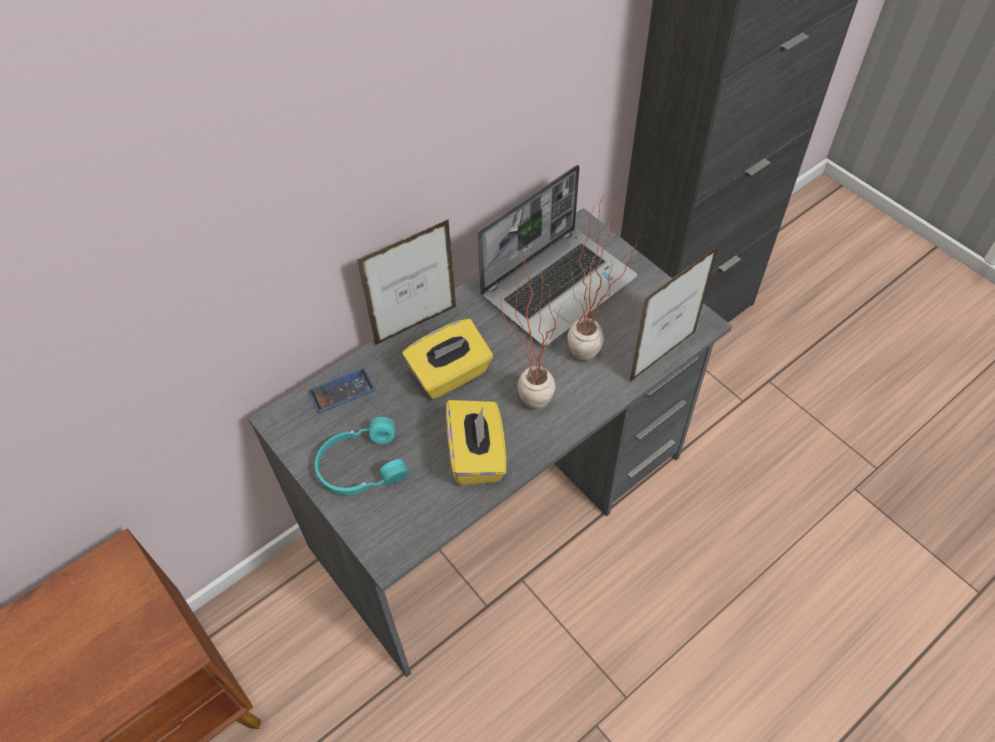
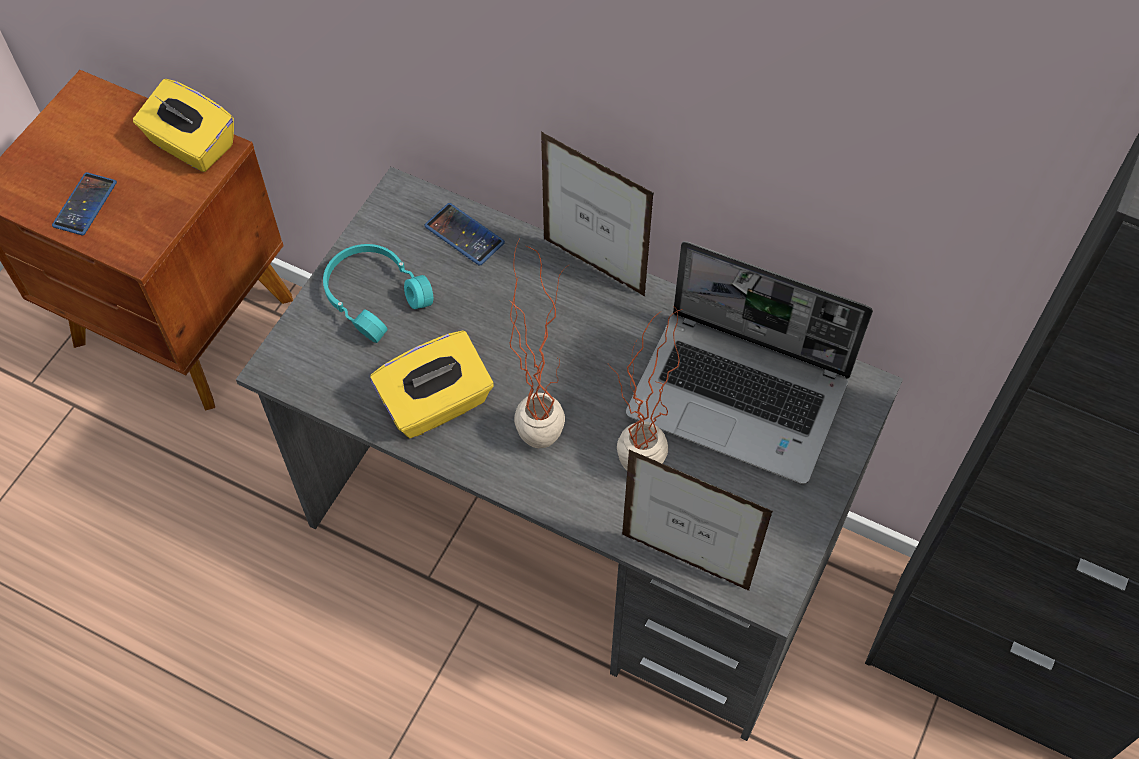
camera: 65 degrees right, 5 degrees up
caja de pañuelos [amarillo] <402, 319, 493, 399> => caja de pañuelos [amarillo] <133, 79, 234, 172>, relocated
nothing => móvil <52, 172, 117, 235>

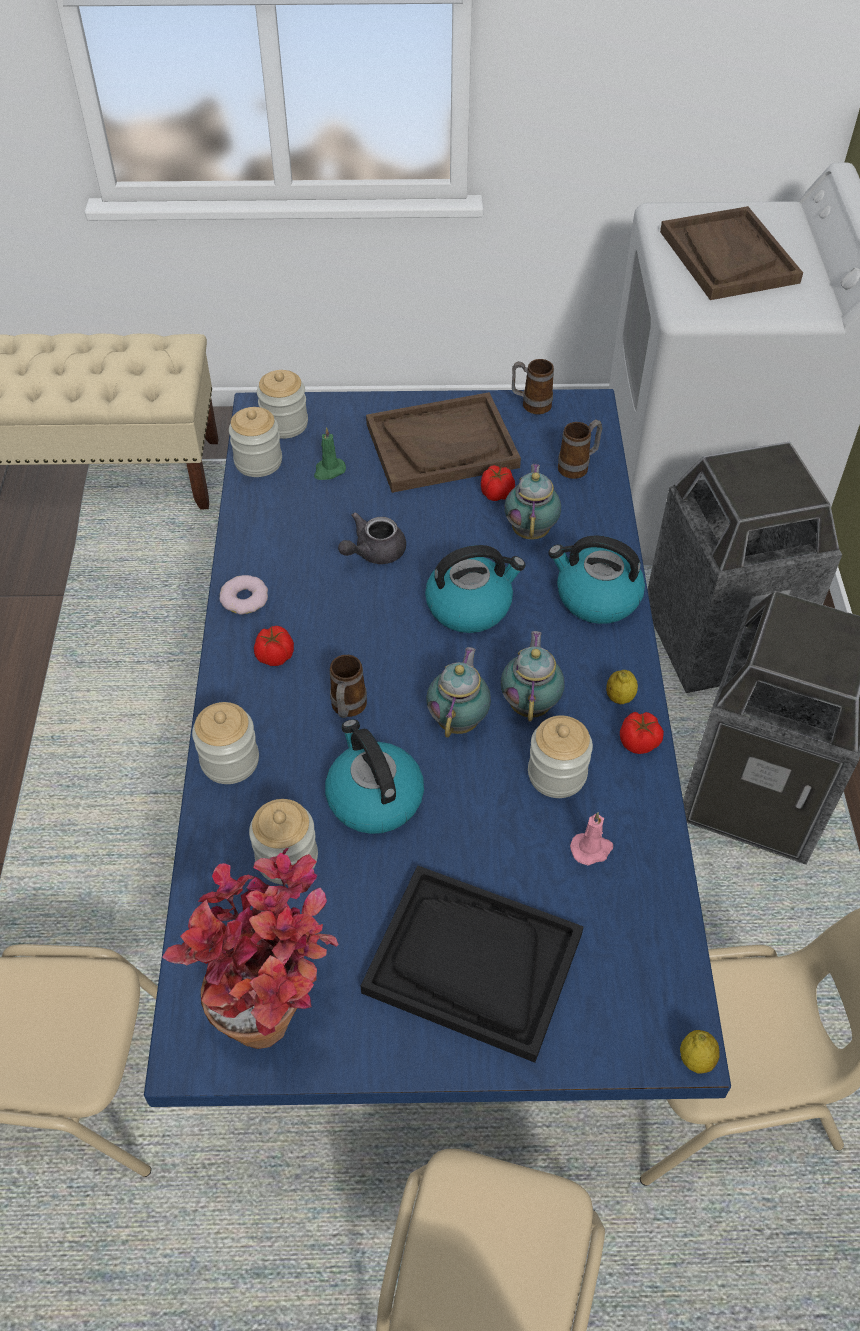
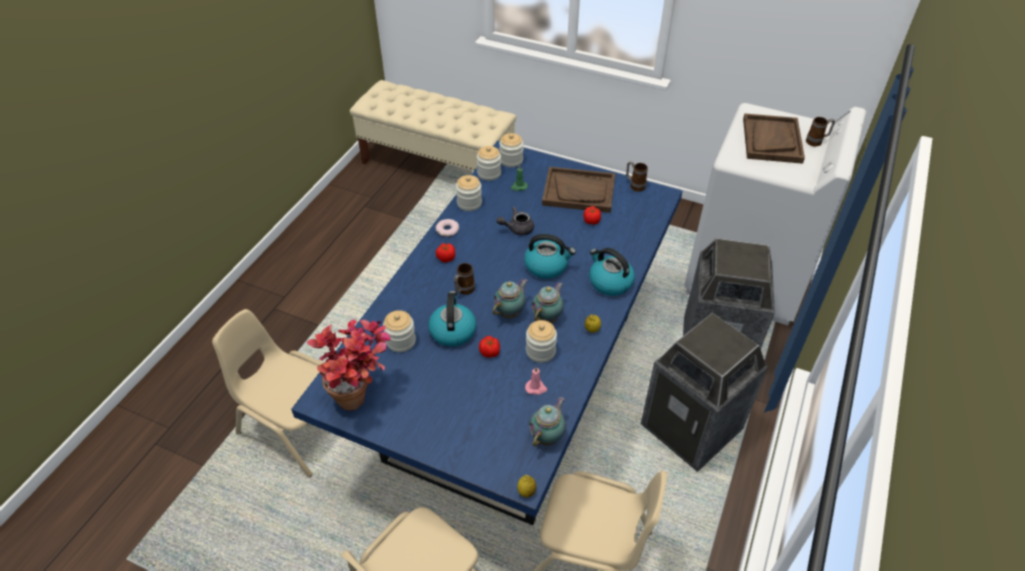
camera: 25 degrees right, 5 degrees down
tarro <192, 702, 259, 784> => tarro <456, 175, 482, 211>, relocated
bandeja [negro] <361, 865, 584, 1063> => nothing
tetera <504, 463, 561, 539> => tetera <529, 397, 566, 446>, relocated
taza grande <558, 419, 602, 479> => taza grande <806, 117, 835, 146>, relocated
tomate <620, 712, 664, 754> => tomate <479, 336, 500, 358>, relocated

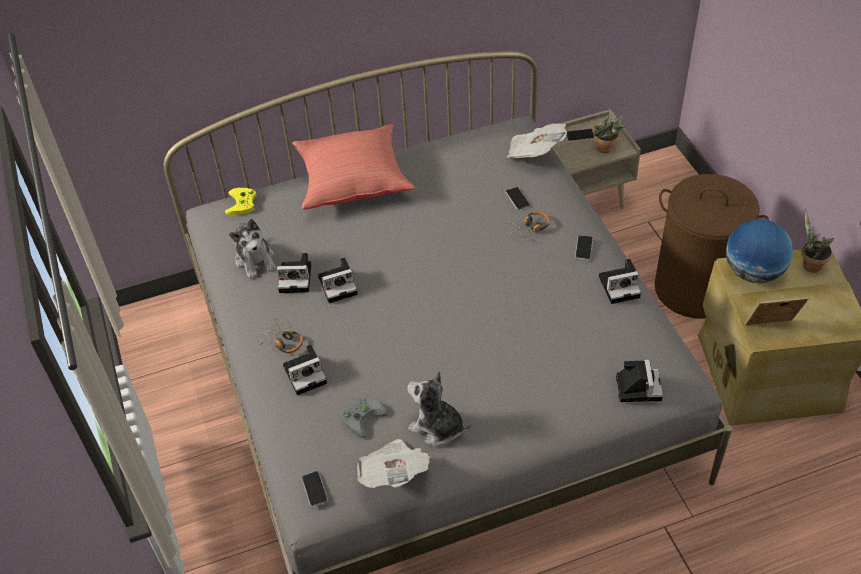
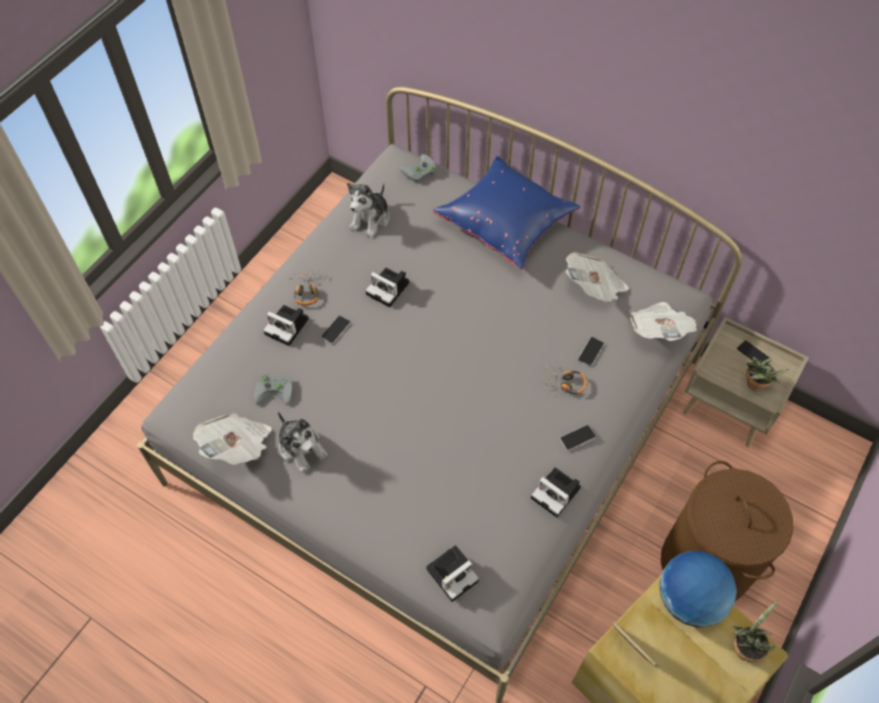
camera: 50 degrees right, 10 degrees up
mando de consola [amarillo] <225, 188, 257, 215> => mando de consola [gris] <400, 154, 436, 183>
cámara <276, 253, 311, 293> => nothing
cojín [rojo] <292, 124, 415, 210> => cojín [azul] <433, 156, 581, 270>
móvil <302, 471, 328, 507> => móvil <321, 315, 351, 344>, relocated
peluche <407, 371, 471, 446> => peluche <278, 411, 327, 473>, 150 degrees clockwise
nothing => periódico <565, 252, 629, 303>

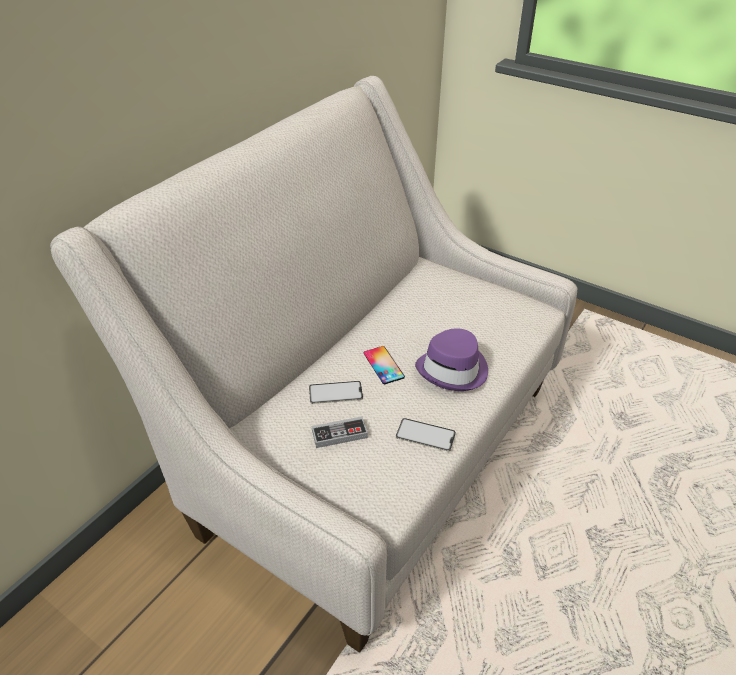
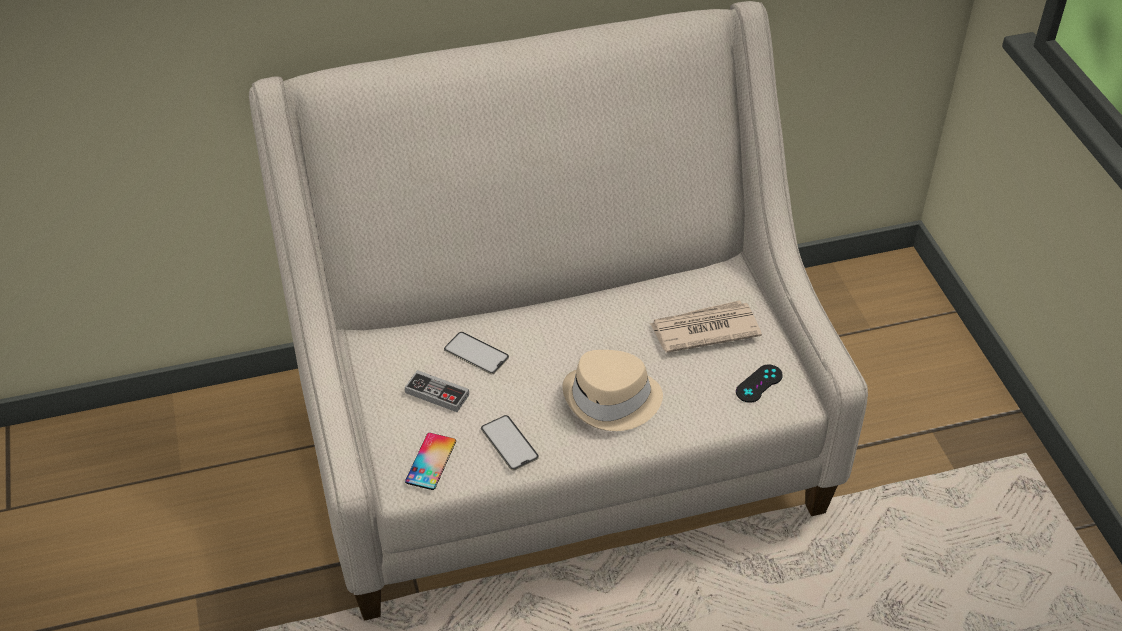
camera: 40 degrees right, 5 degrees up
móvil <364, 346, 405, 384> => móvil <405, 433, 456, 490>, relocated
sombrero [morado] <415, 328, 488, 391> => sombrero [beis] <562, 350, 663, 431>
nothing => periódico <650, 300, 762, 353>
nothing => mando de consola [negro] <736, 364, 783, 403>

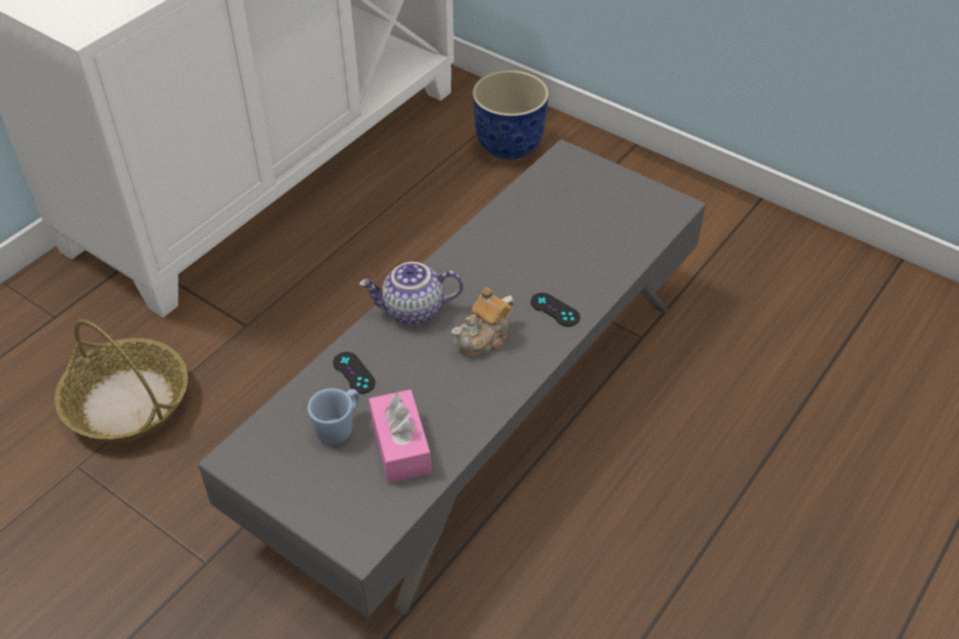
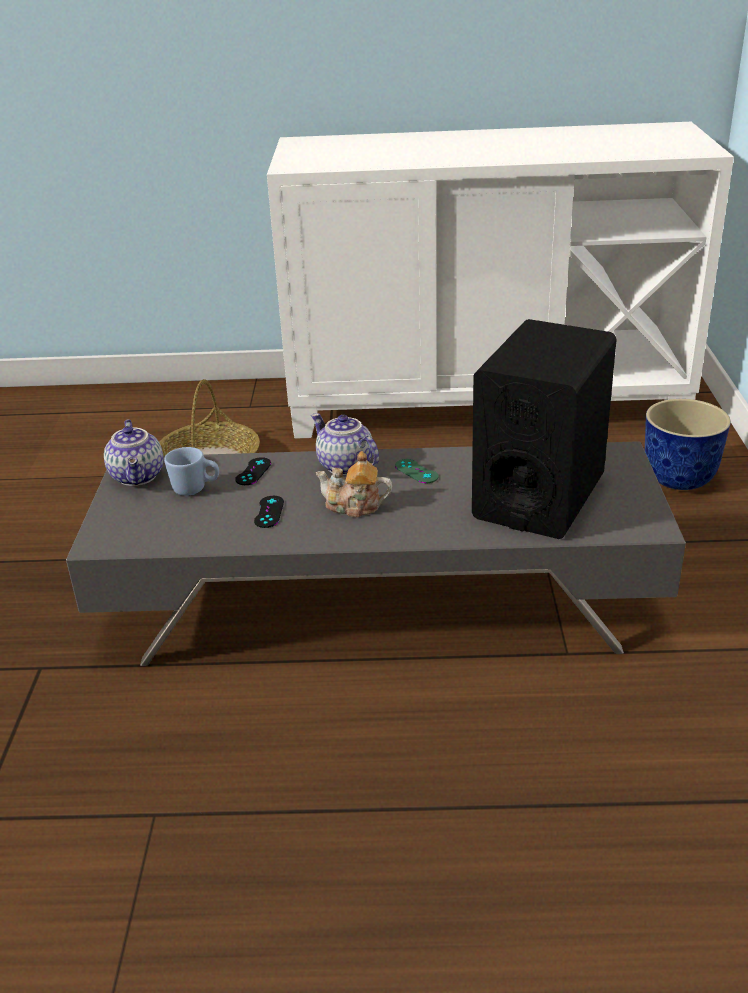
camera: 55 degrees right, 15 degrees down
caja de pañuelos [rosa] <369, 390, 431, 483> => nothing
mando de consola [negro] <531, 293, 580, 326> => mando de consola [negro] <254, 496, 284, 528>, relocated
nothing => tetera <104, 420, 163, 486>
nothing => mando de consola [verde] <395, 459, 438, 483>
nothing => altavoz [negro] <472, 319, 617, 539>

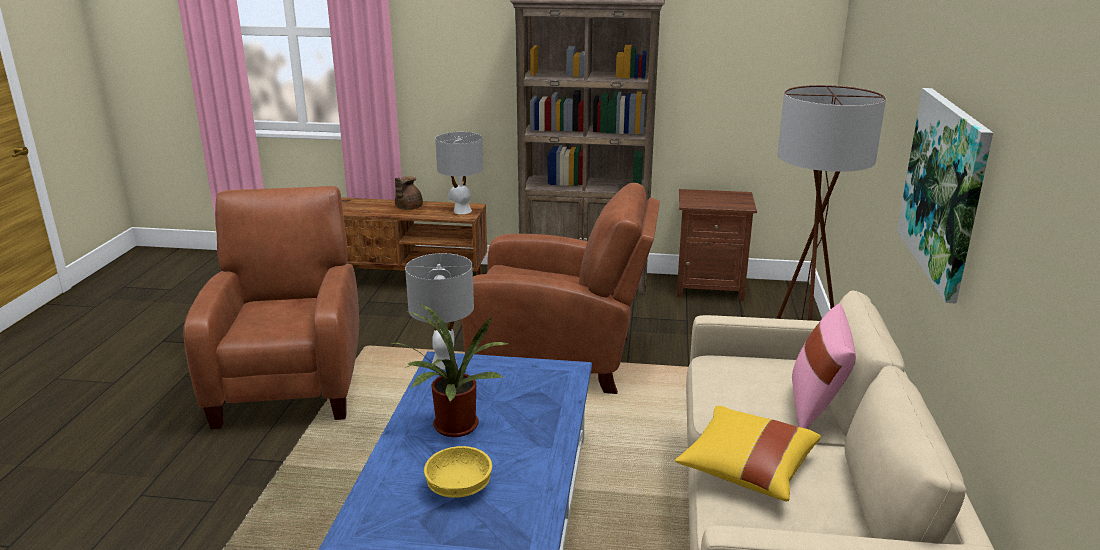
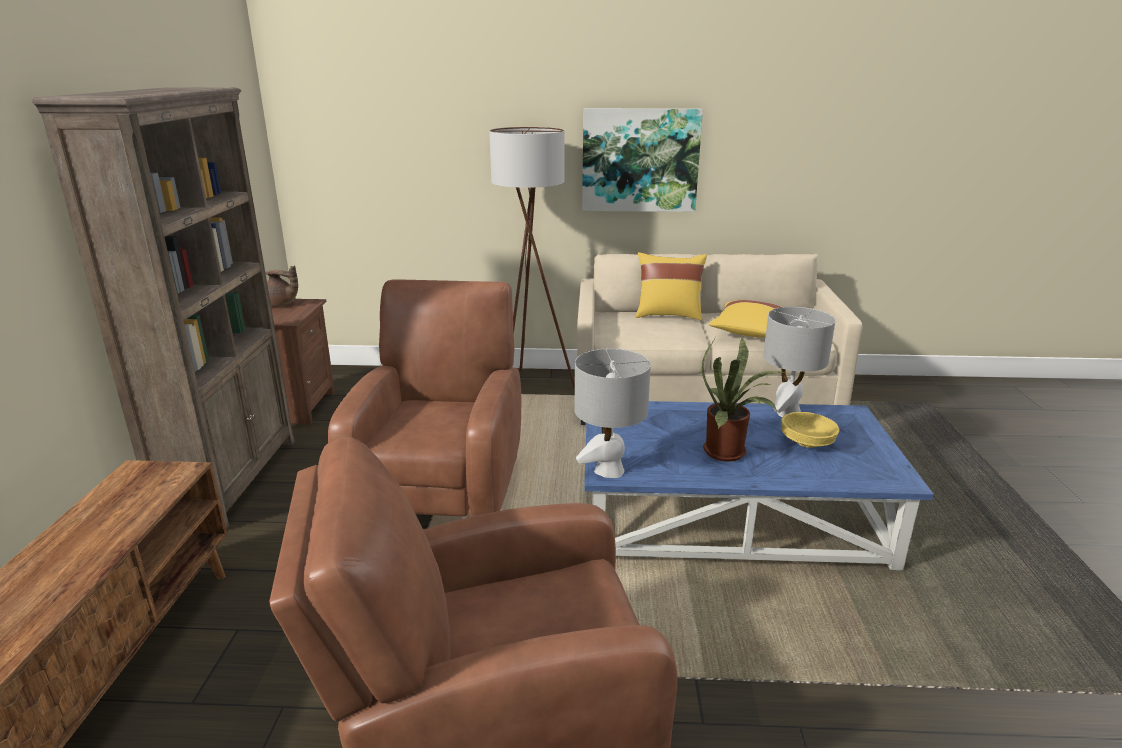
camera: 95 degrees left, 0 degrees up
tetera [marrón] <395, 176, 423, 210> => tetera [marrón] <265, 265, 298, 306>, relocated
lámpara de mesa [gris] <435, 132, 483, 214> => lámpara de mesa [gris] <763, 307, 836, 417>, relocated
cojín [rosa] <792, 304, 856, 429> => cojín [amarillo] <636, 252, 707, 320>

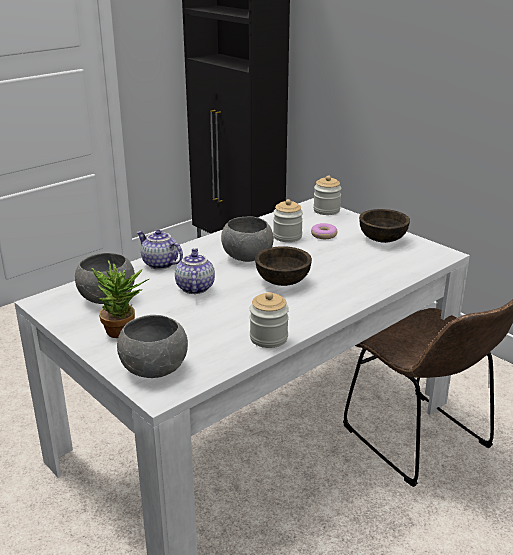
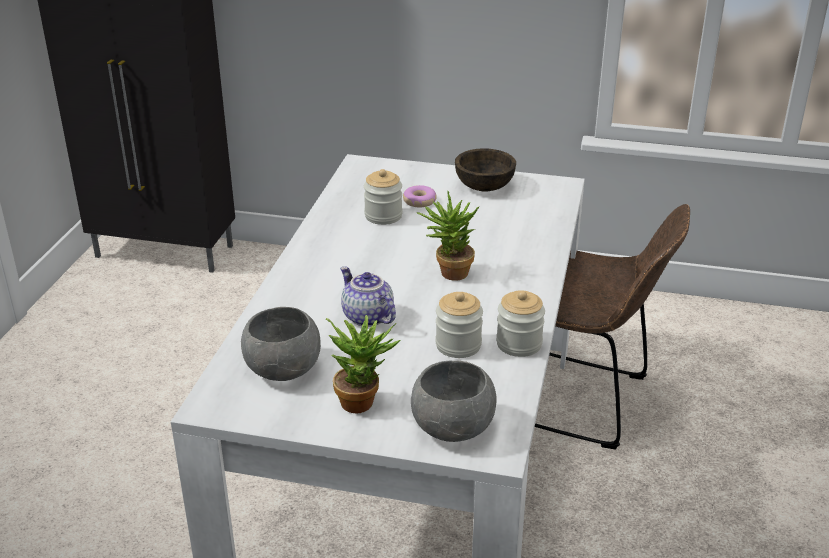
camera: 35 degrees left, 5 degrees up
tetera <137, 230, 183, 270> => nothing
cuenco [gris] <221, 216, 274, 262> => nothing
cuenco [marrón] <255, 246, 312, 286> => planta en maceta <416, 191, 480, 281>
tarro <313, 175, 342, 215> => tarro <435, 292, 483, 358>, relocated

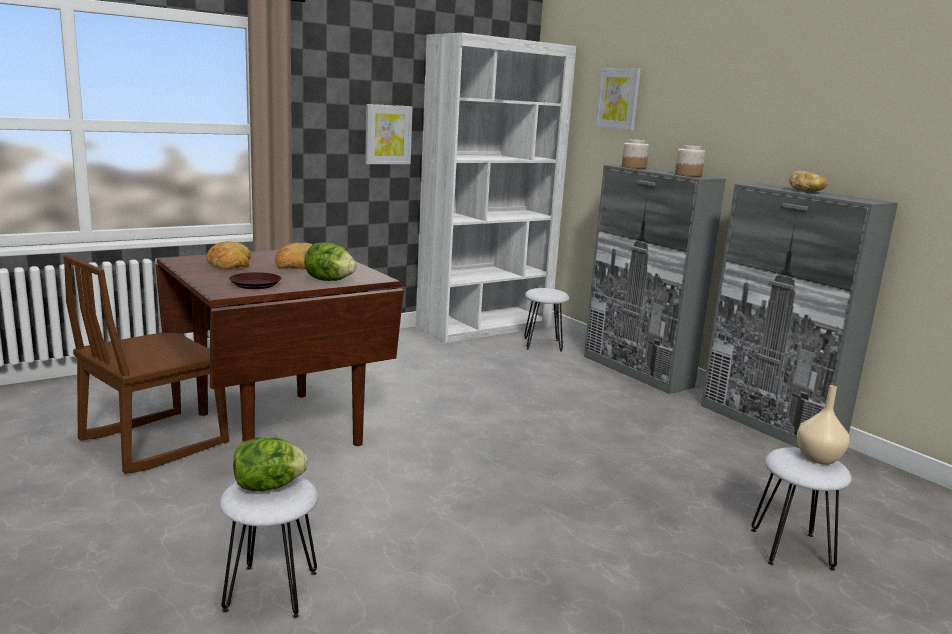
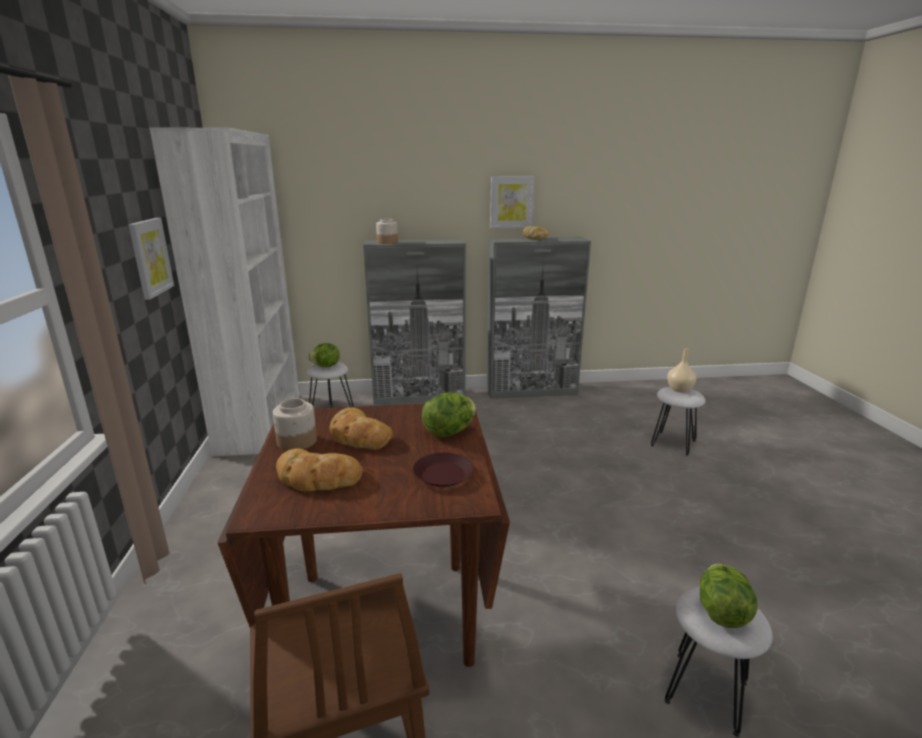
camera: 60 degrees left, 5 degrees up
cuadro <595, 68, 641, 131> => cuadro <490, 176, 535, 228>, relocated
tarro <675, 145, 705, 177> => tarro <273, 398, 317, 451>, relocated
nothing => lechuga <308, 343, 340, 367>

